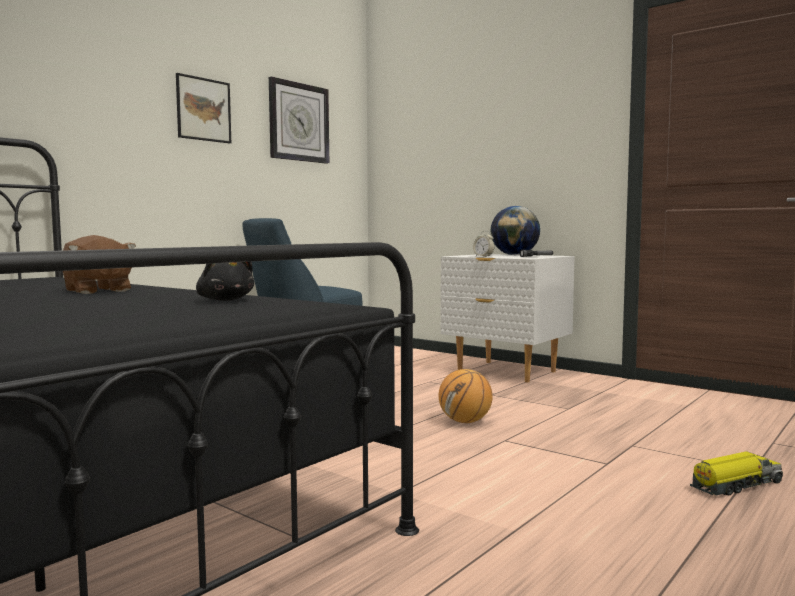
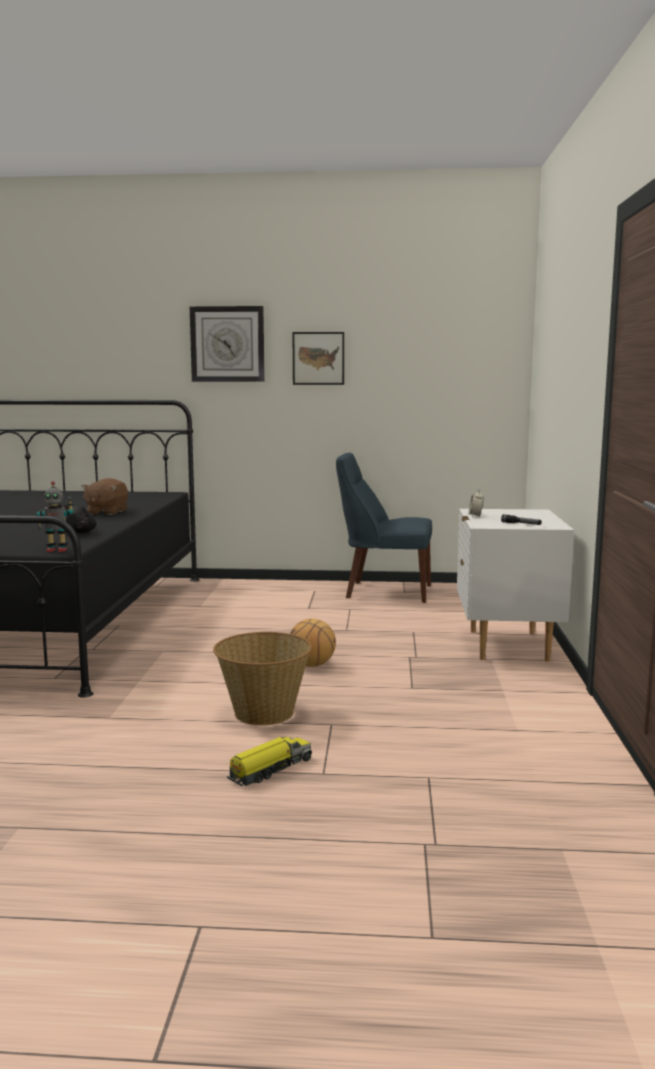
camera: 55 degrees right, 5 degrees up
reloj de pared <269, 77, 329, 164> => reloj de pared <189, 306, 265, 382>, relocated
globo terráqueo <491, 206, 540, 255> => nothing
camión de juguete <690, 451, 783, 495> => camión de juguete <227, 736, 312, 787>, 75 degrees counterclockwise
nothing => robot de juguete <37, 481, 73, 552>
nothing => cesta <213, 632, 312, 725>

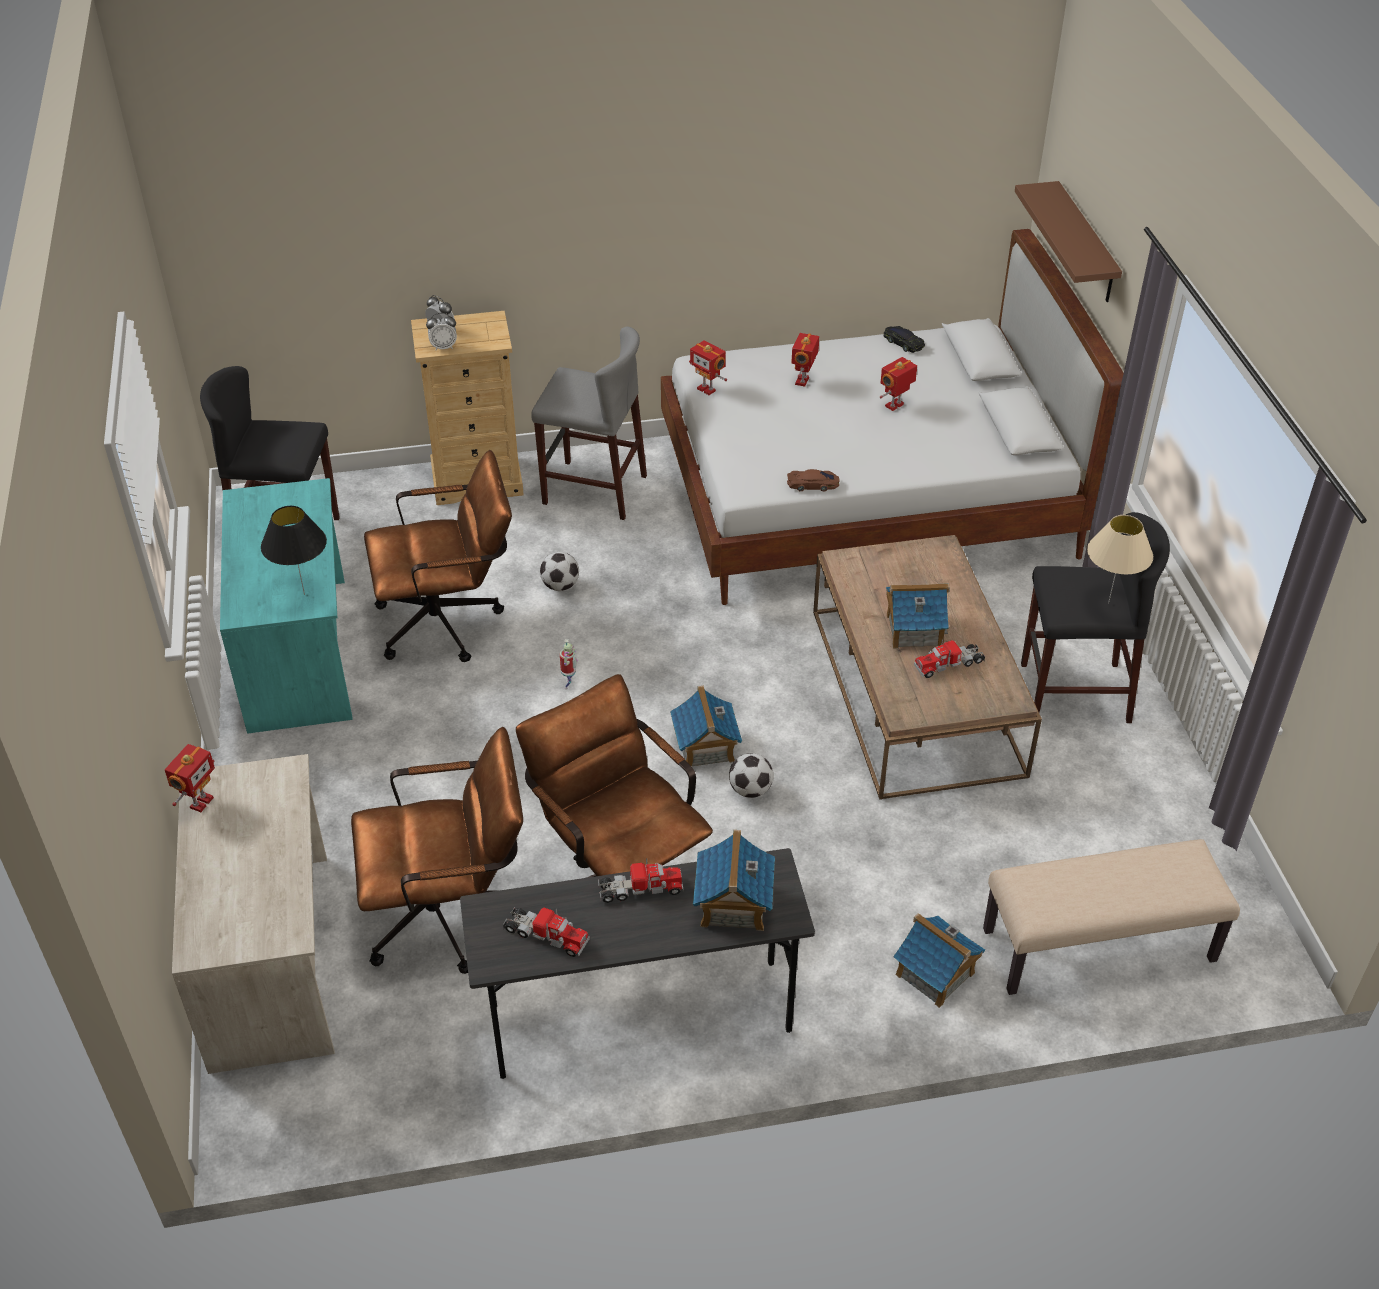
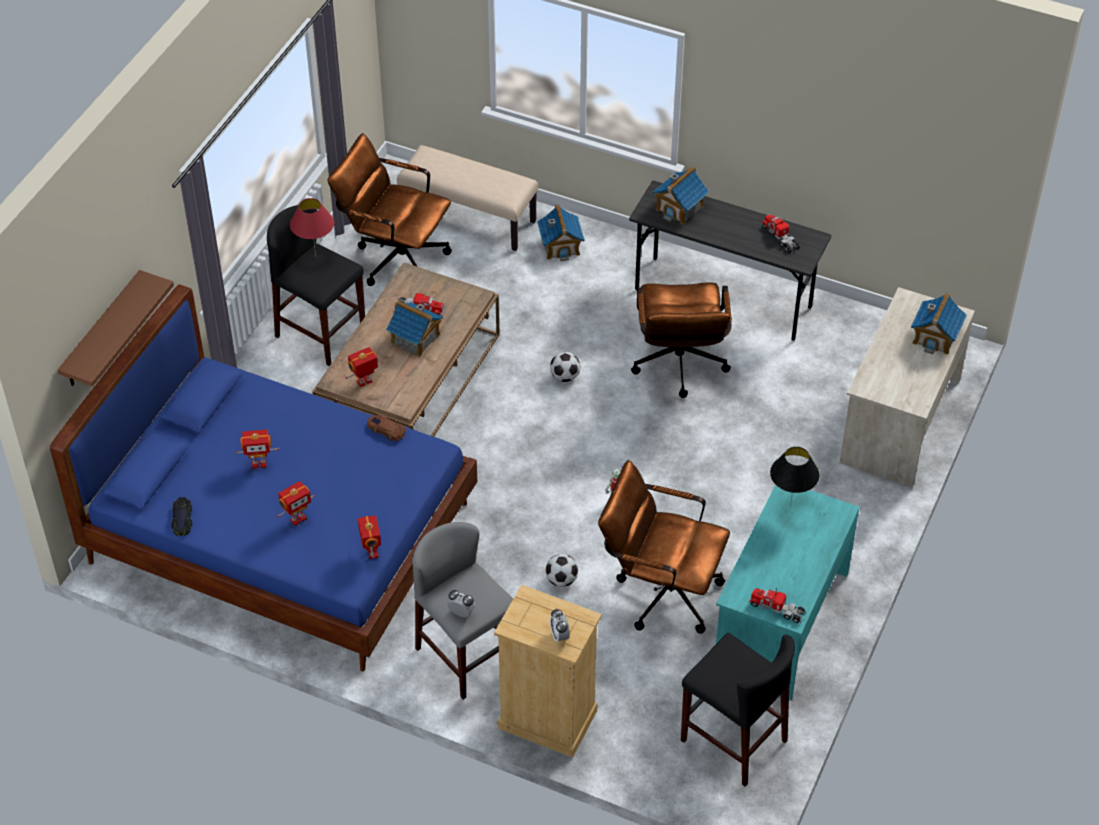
camera: 145 degrees left, 5 degrees up
robot de juguete <165, 744, 215, 812> => robot de juguete <345, 347, 383, 387>, relocated
silla de oficina [marrón] <351, 727, 523, 974> => silla de oficina [marrón] <327, 133, 452, 286>, relocated
despertador <426, 313, 457, 350> => despertador <448, 590, 475, 617>, relocated
camión de juguete <598, 858, 683, 903> => camión de juguete <749, 588, 806, 623>, relocated
cama [blanco] <661, 229, 1124, 605> => cama [azul] <50, 284, 478, 671>
casita <670, 686, 742, 767> => casita <911, 292, 967, 355>, relocated
lámpara de mesa [beis] <1087, 515, 1153, 604> => lámpara de mesa [rojo] <290, 198, 334, 256>

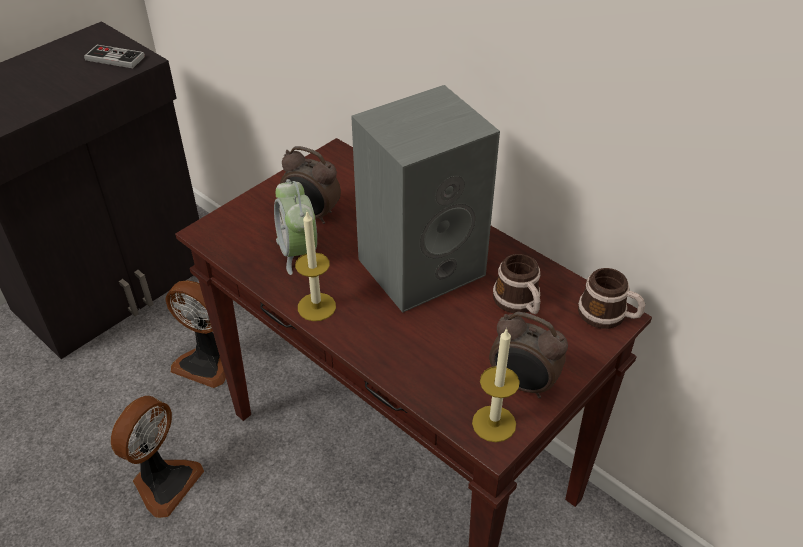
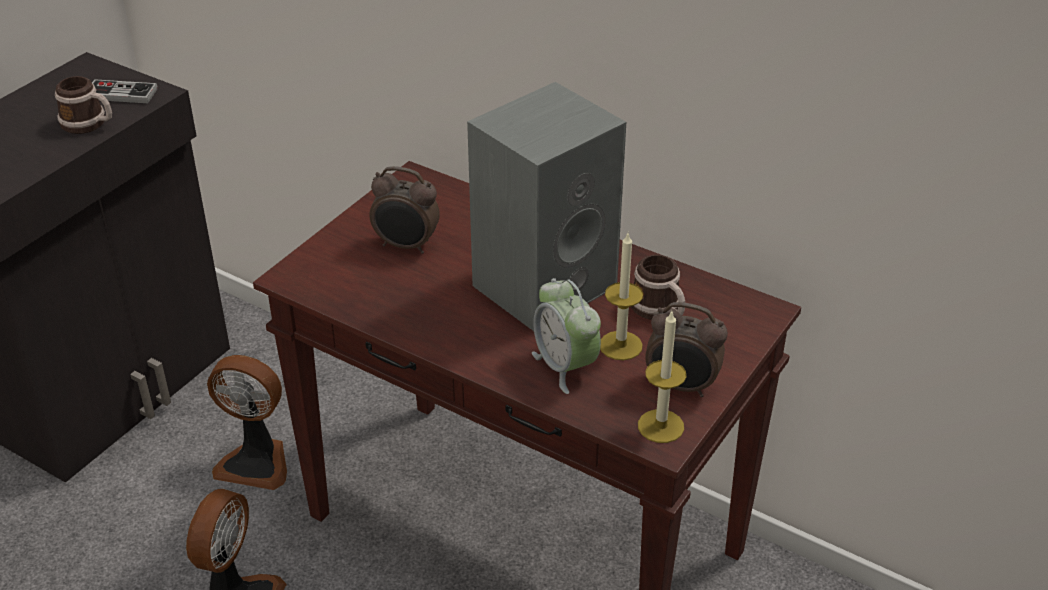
camera: 10 degrees left, 5 degrees down
despertador <274, 179, 317, 275> => despertador <532, 278, 601, 394>, relocated
vela <295, 212, 336, 321> => vela <600, 233, 643, 360>, relocated
taza grande <578, 268, 645, 329> => taza grande <55, 76, 112, 134>, relocated

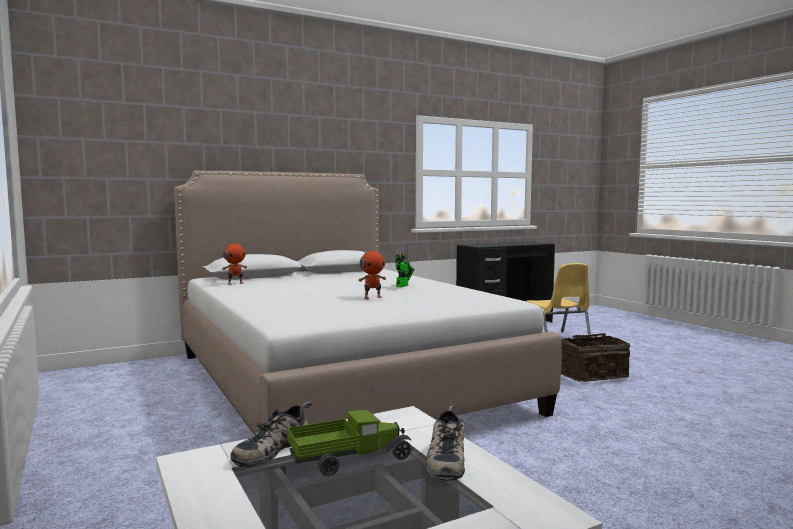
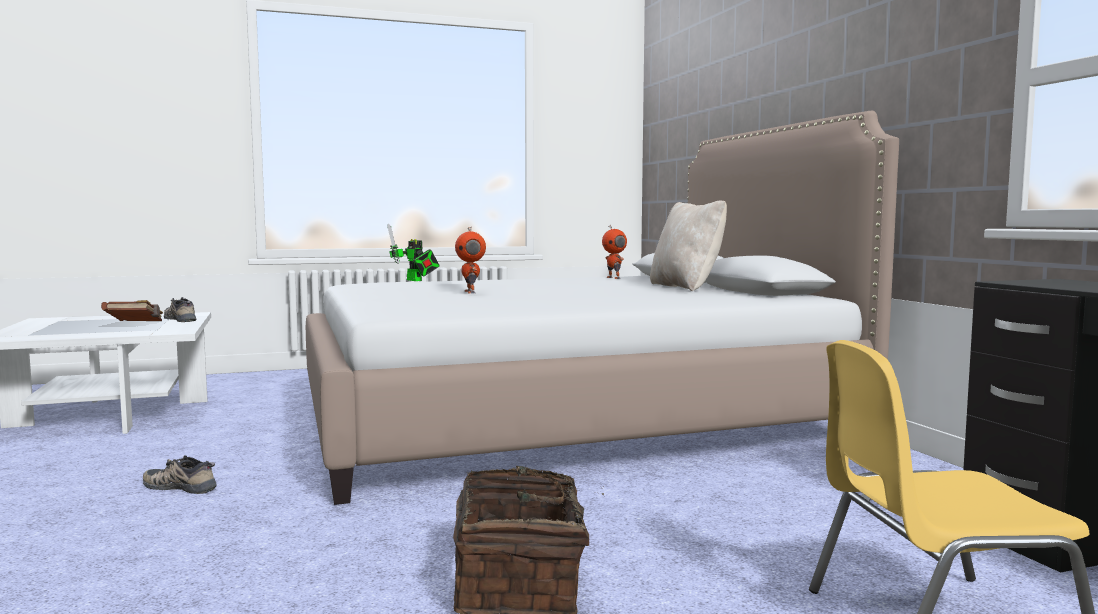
camera: 100 degrees right, 0 degrees up
camión de juguete <287, 410, 413, 476> => libro [marrón] <101, 300, 163, 321>
robot de juguete <395, 243, 414, 287> => robot de juguete <387, 223, 440, 281>, relocated
zapato <425, 406, 465, 481> => zapato <143, 455, 217, 494>, relocated
nothing => cojín [beis] <650, 201, 727, 291>

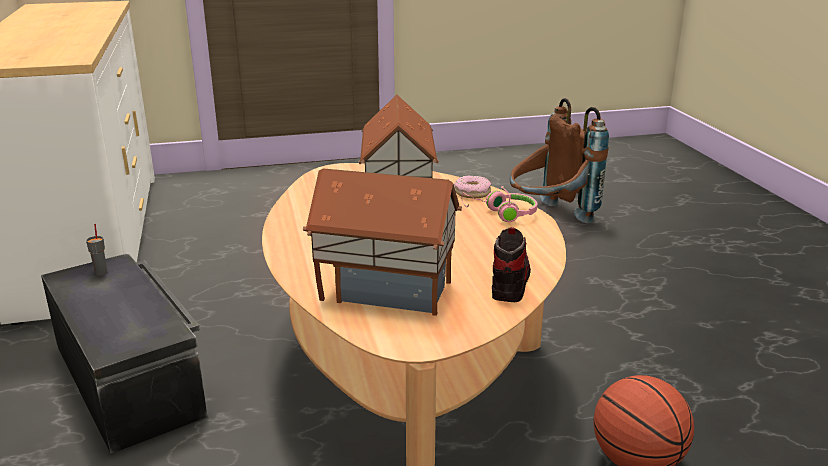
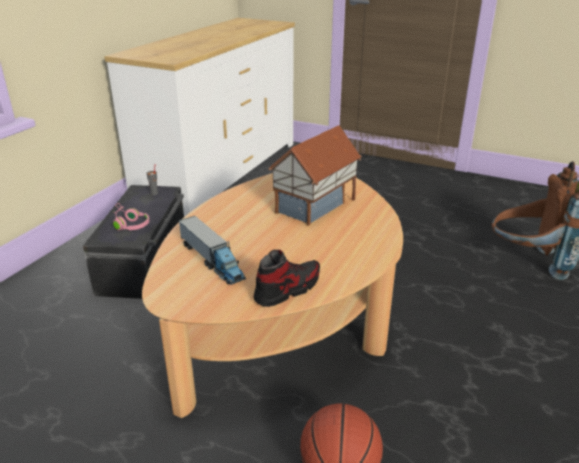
camera: 40 degrees right, 5 degrees up
casita <303, 168, 462, 316> => camión de juguete <179, 216, 246, 285>
rosquilla <454, 175, 491, 198> => nothing
auriculares [rosa] <462, 186, 537, 222> => auriculares [rosa] <113, 203, 150, 231>, relocated

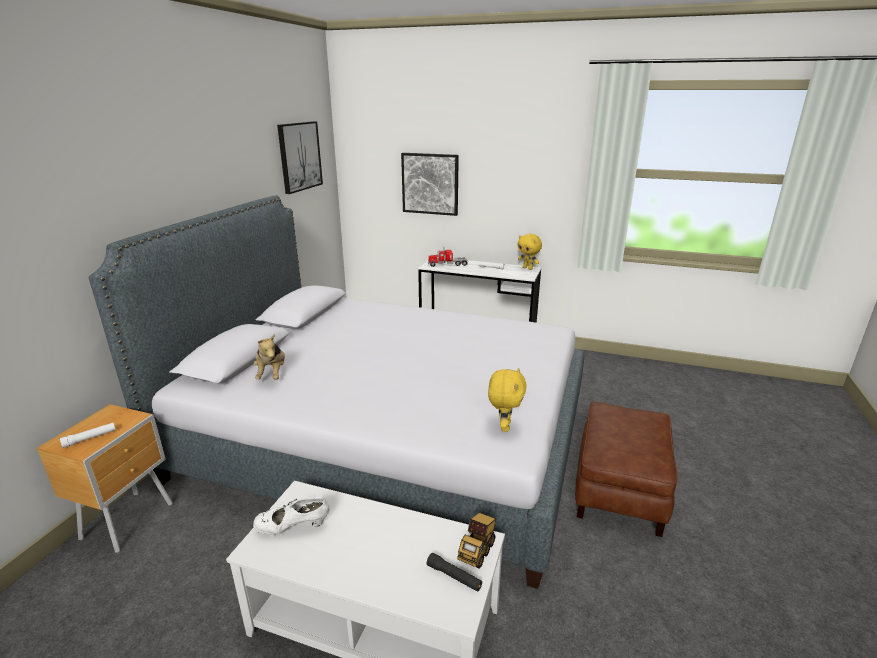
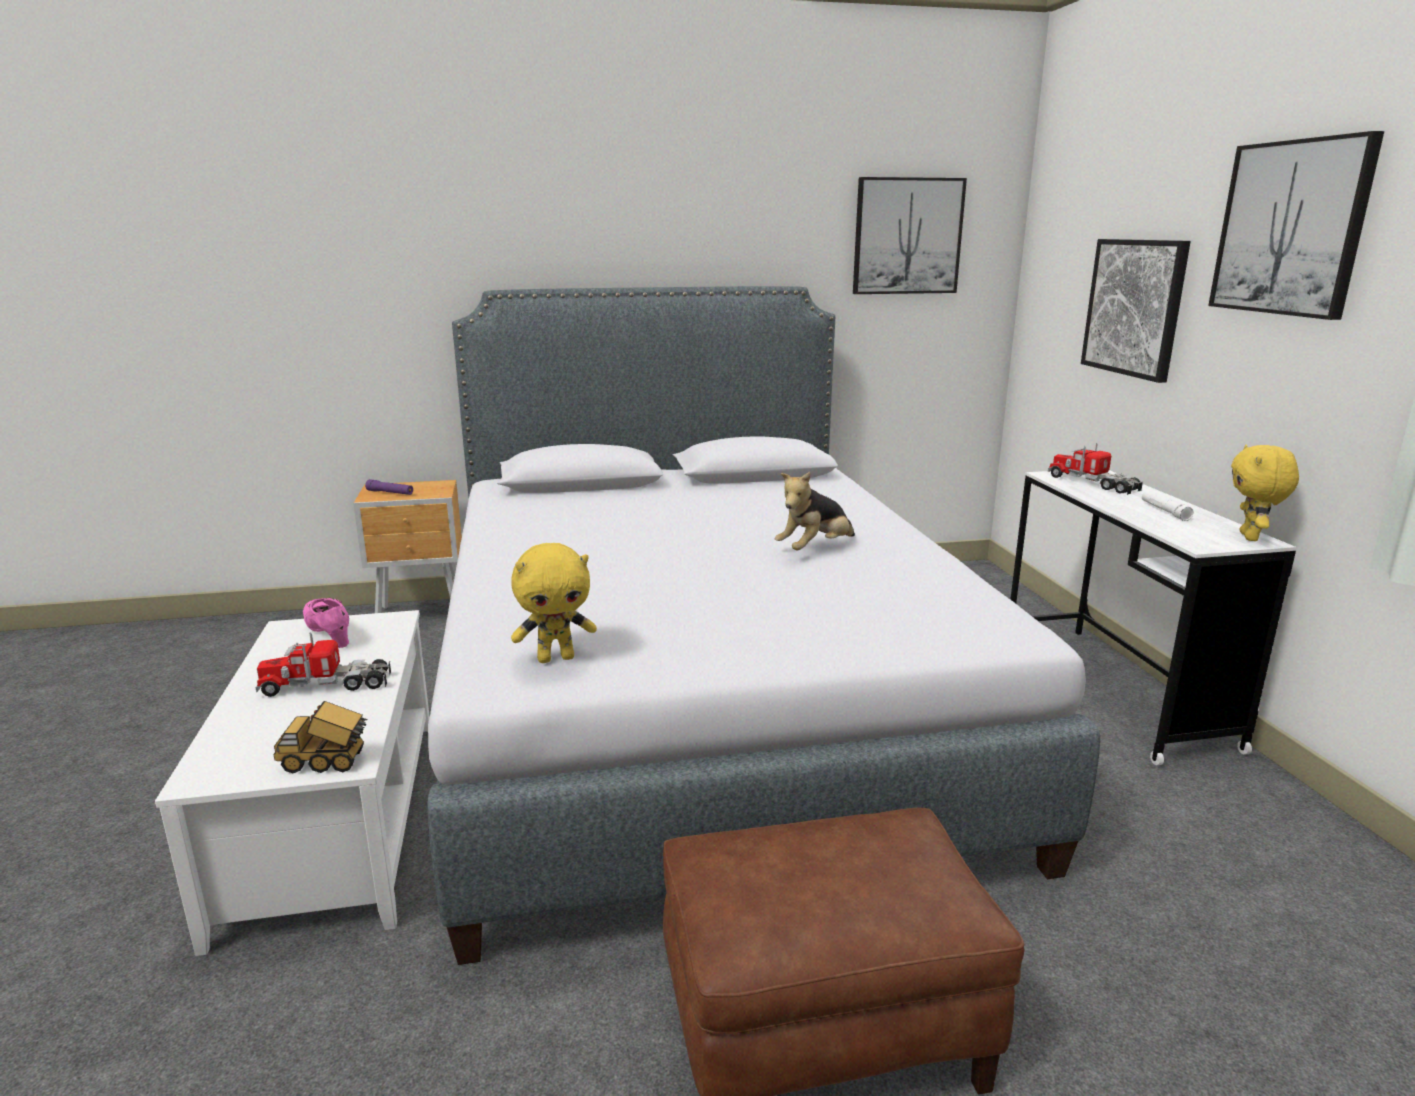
camera: 60 degrees right, 5 degrees down
linterna [blanco] <60, 423, 116, 448> => linterna [morado] <365, 479, 413, 495>
zapato [blanco] <253, 497, 329, 535> => zapato [rosa] <303, 597, 349, 648>
peluche <254, 334, 285, 380> => peluche <775, 472, 855, 550>, relocated
linterna [negro] <427, 553, 482, 592> => nothing
nothing => camión de juguete <256, 632, 391, 697>
nothing => cuadro <1208, 131, 1384, 320>

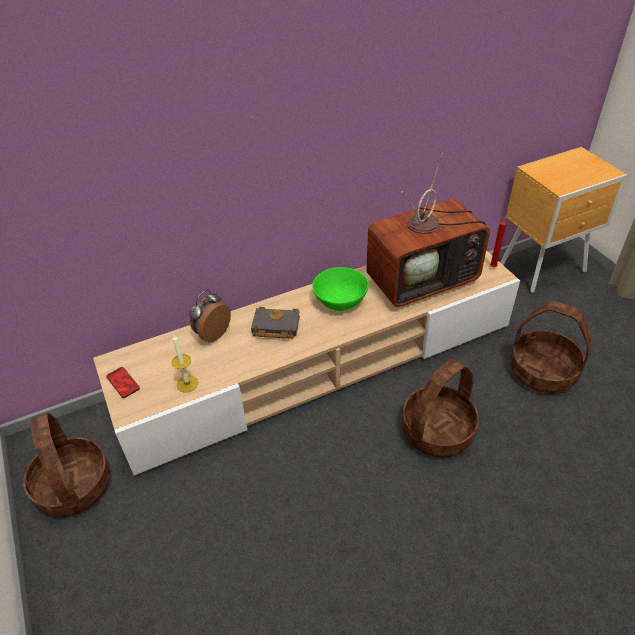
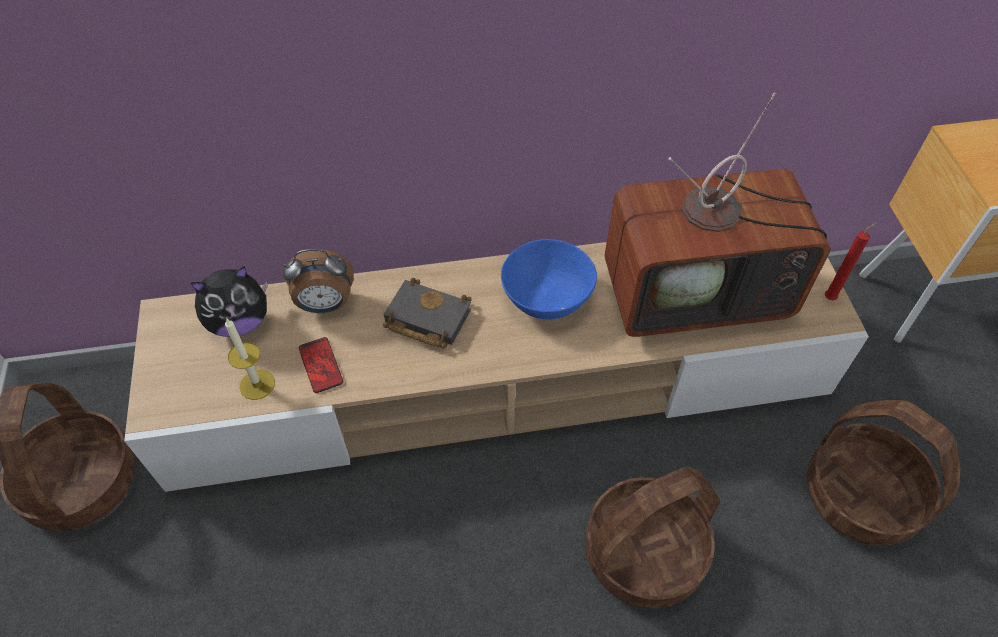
camera: 15 degrees right, 10 degrees up
móvil <106, 367, 140, 398> => móvil <299, 337, 343, 393>, relocated
despertador <189, 290, 231, 342> => despertador <283, 249, 353, 313>, 150 degrees counterclockwise
cuenco [verde] <312, 267, 369, 311> => cuenco [azul] <501, 239, 597, 320>
nothing => peluche <191, 266, 268, 337>

